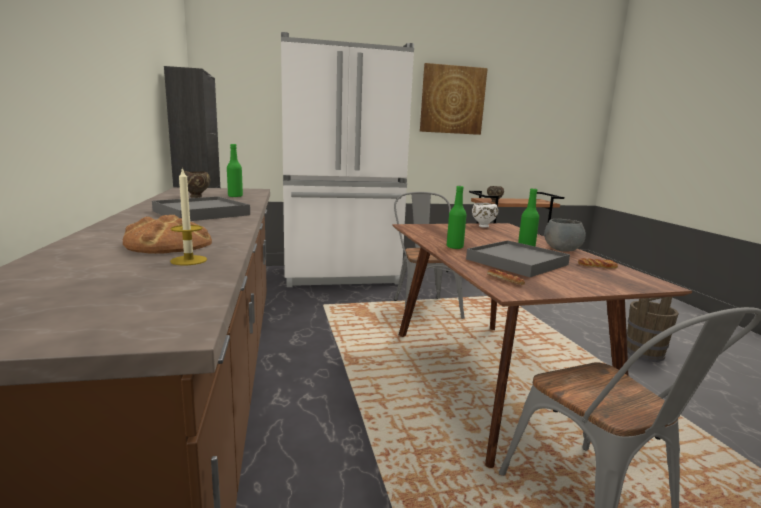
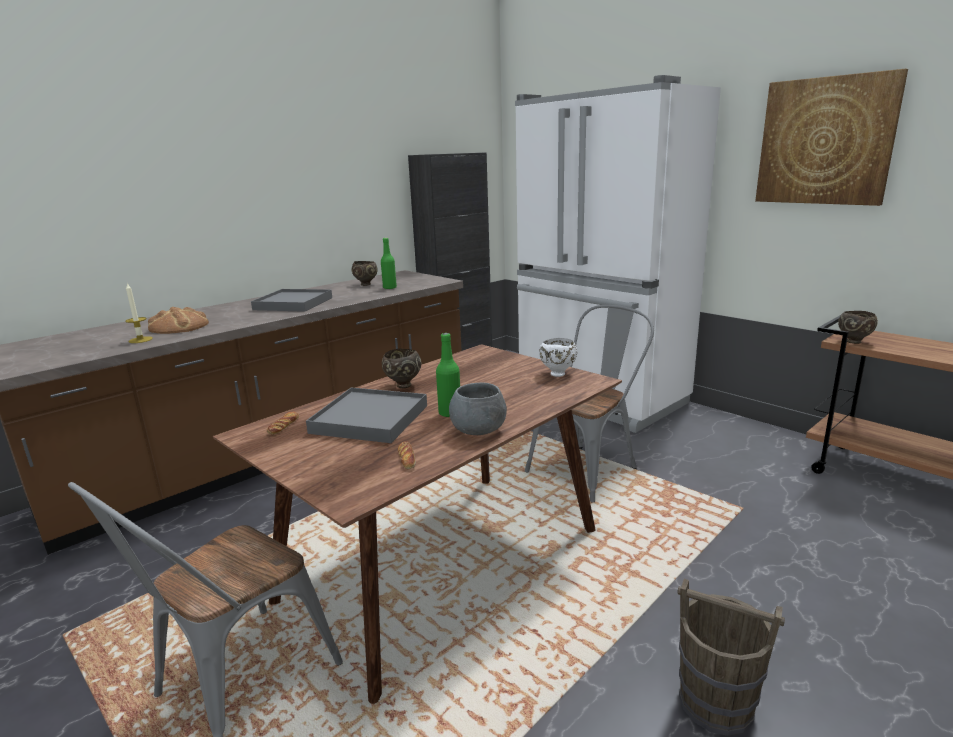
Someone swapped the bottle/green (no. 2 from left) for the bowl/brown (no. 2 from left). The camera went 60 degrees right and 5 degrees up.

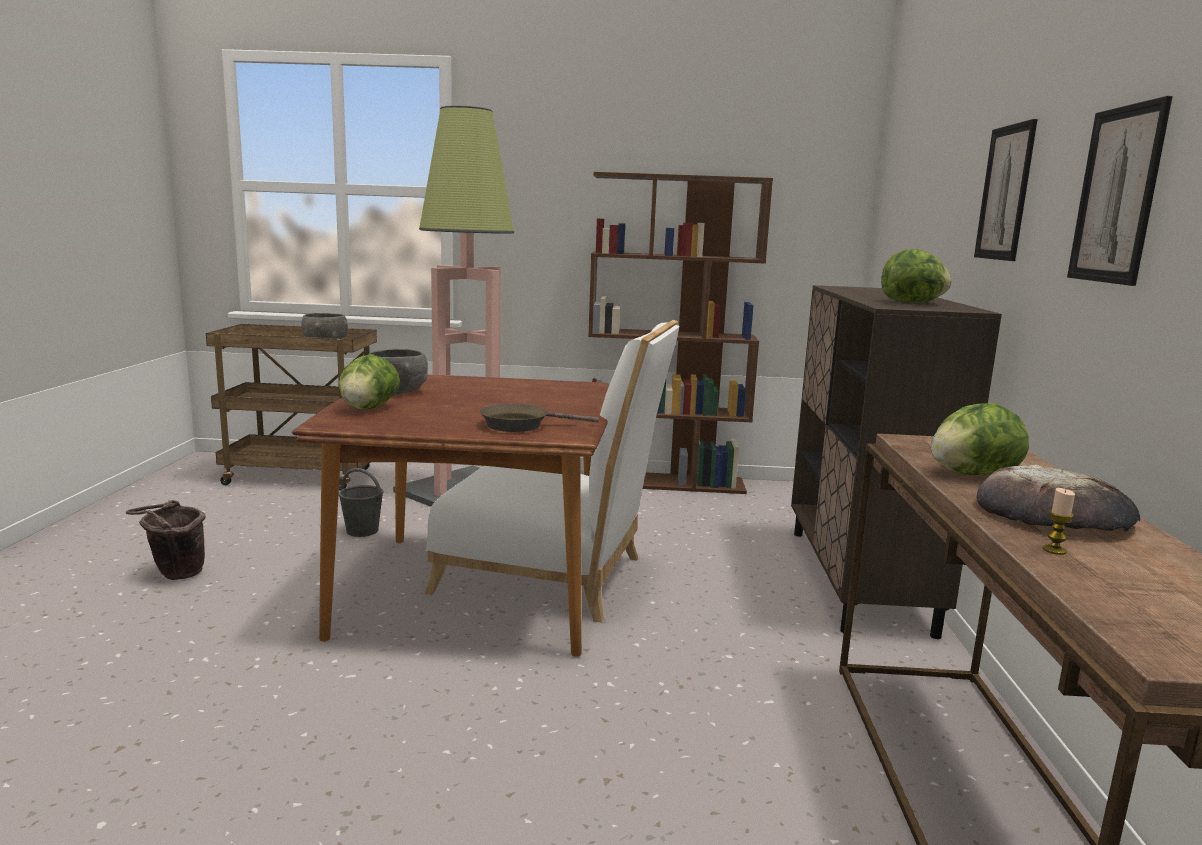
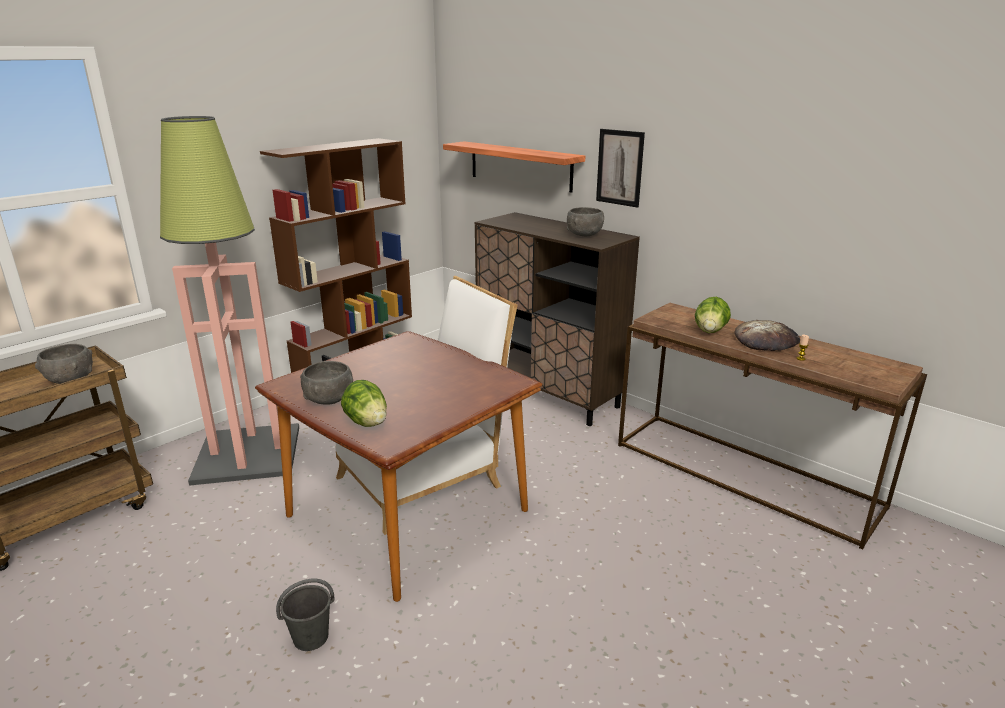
Someone carried the bucket/grey. Someone put up the shelf. Someone swapped the lettuce (no. 2 from left) for the bowl/grey (no. 3 from left). Someone took away the bucket/brown. Someone took away the frying pan/brown. Someone took away the picture (no. 2 from left). The camera went 50 degrees left and 10 degrees up.

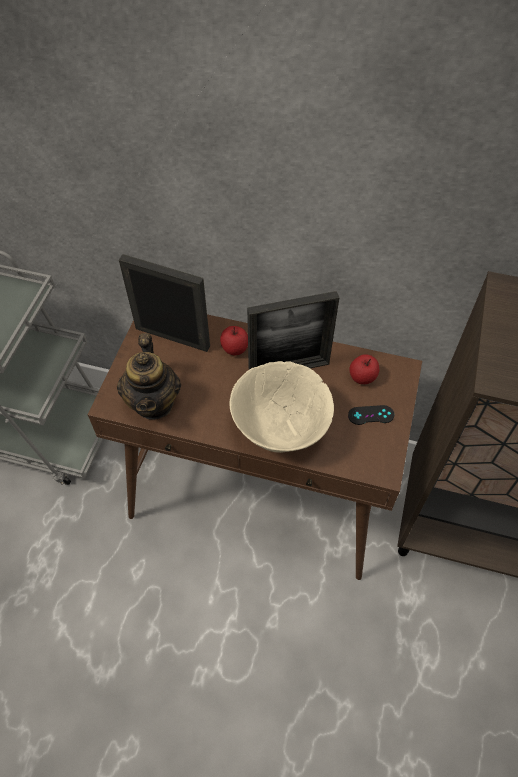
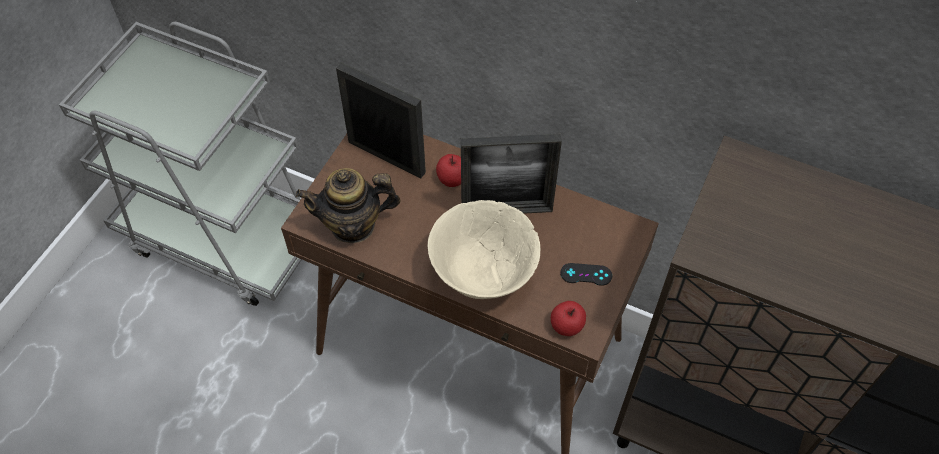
Someone rotated the teapot by 75 degrees clockwise. Someone carried the apple (no. 2 from left). The camera went 10 degrees right and 0 degrees up.

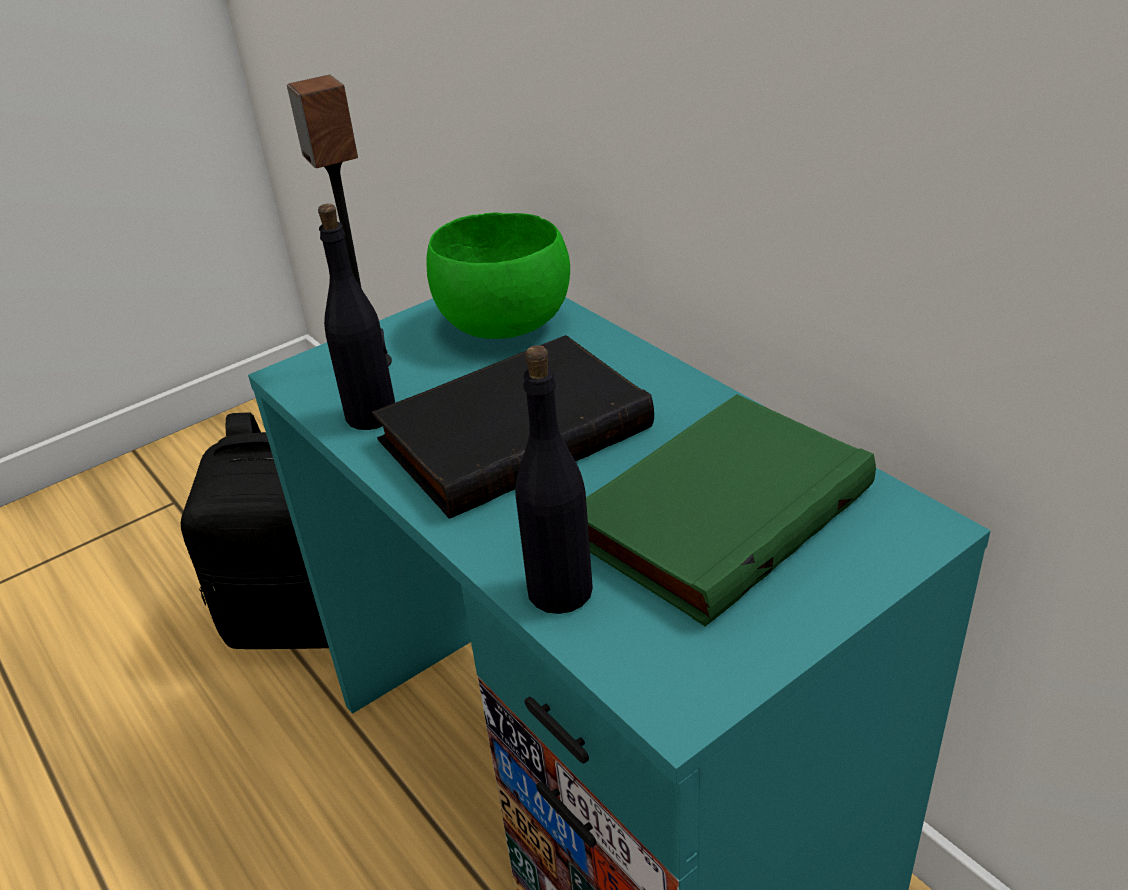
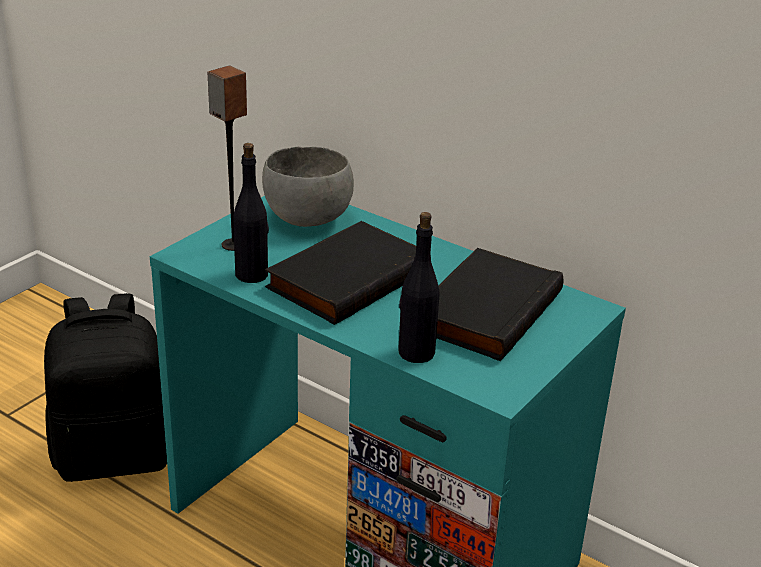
Someone repainted the bowl/green, which became the bowl/grey. Someone repainted the book/green, which became the book/black (no. 2 from left). The camera went 20 degrees left and 5 degrees down.

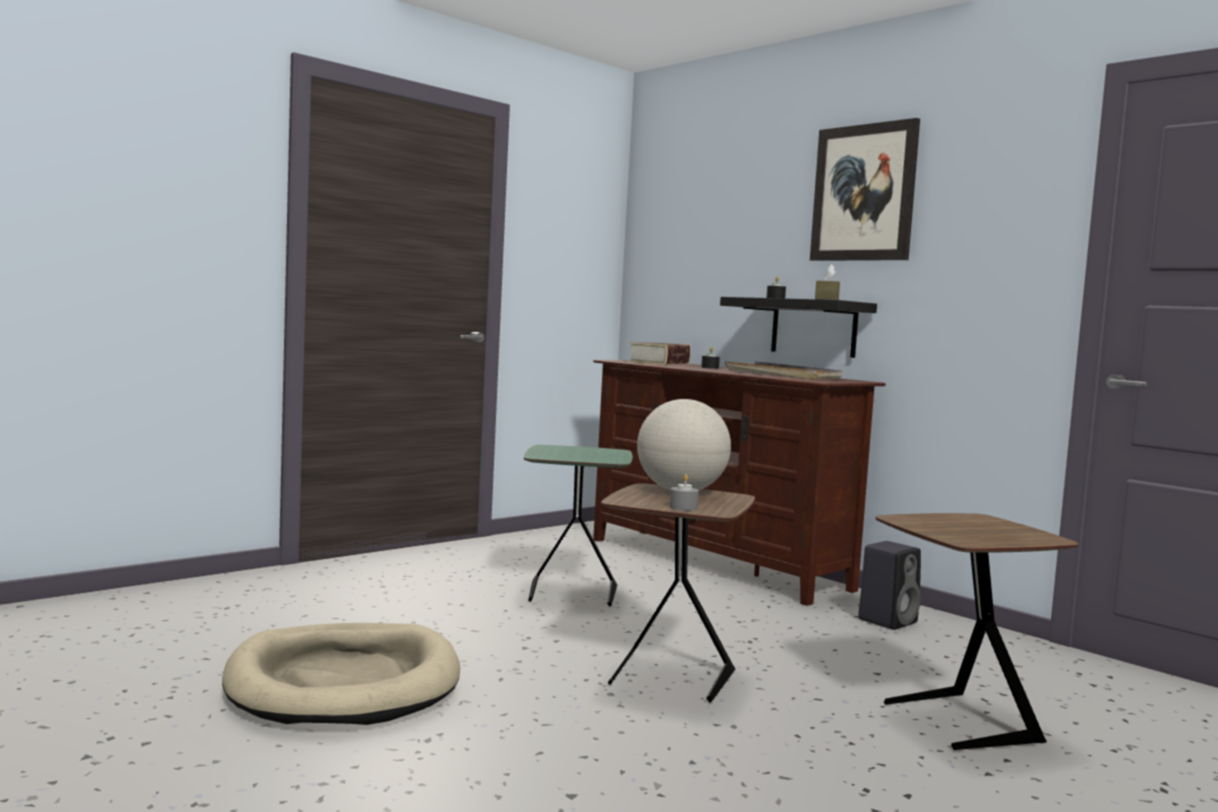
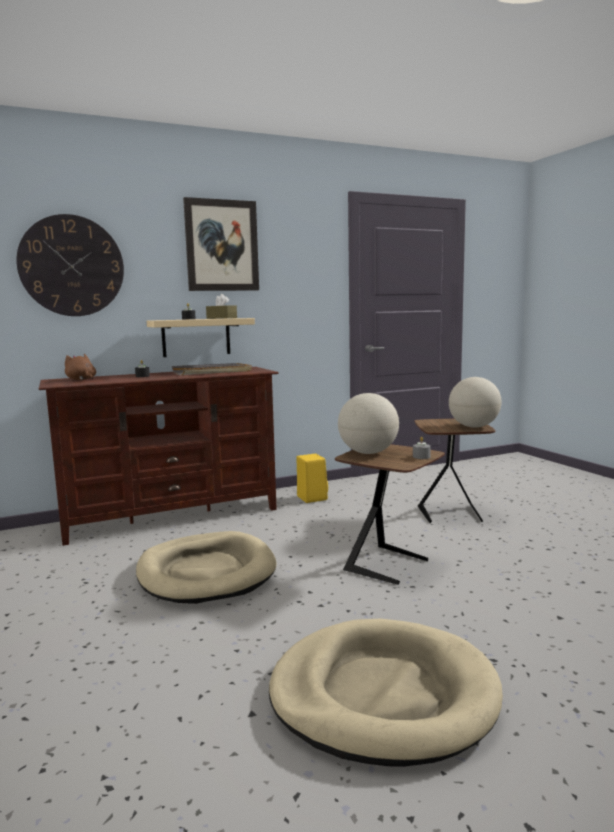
Someone put up the wall clock. Someone swapped the book for the plush toy/brown. Someone swapped the side table/green for the dog bed/beige (no. 1 from left). Someone repainted the shelf/black, which became the shelf/beige. Someone repainted the speaker/black, which became the speaker/yellow. Someone put down the globe (no. 2 from left). The camera went 70 degrees left and 5 degrees up.

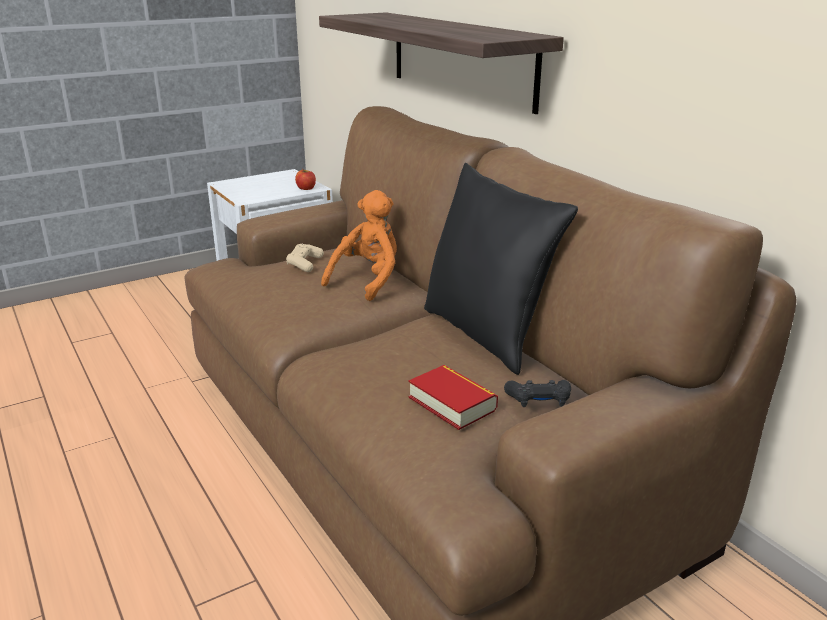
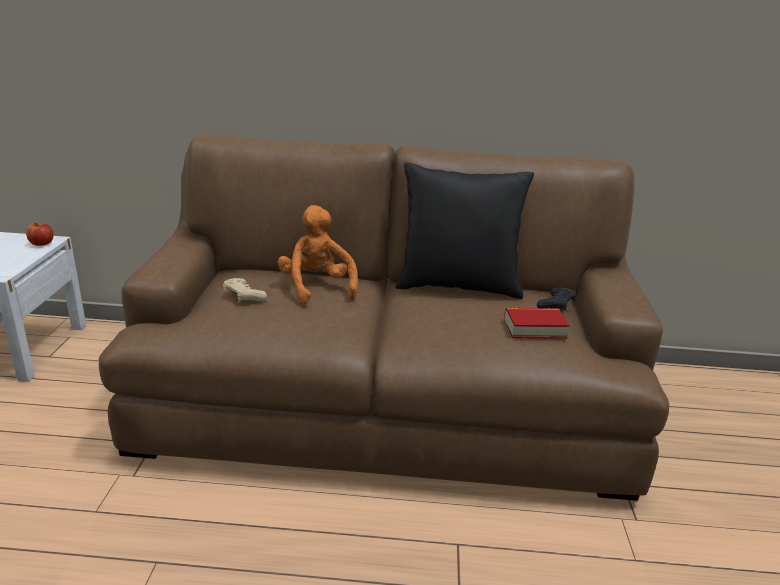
Someone took away the shelf. The camera went 55 degrees left and 0 degrees up.

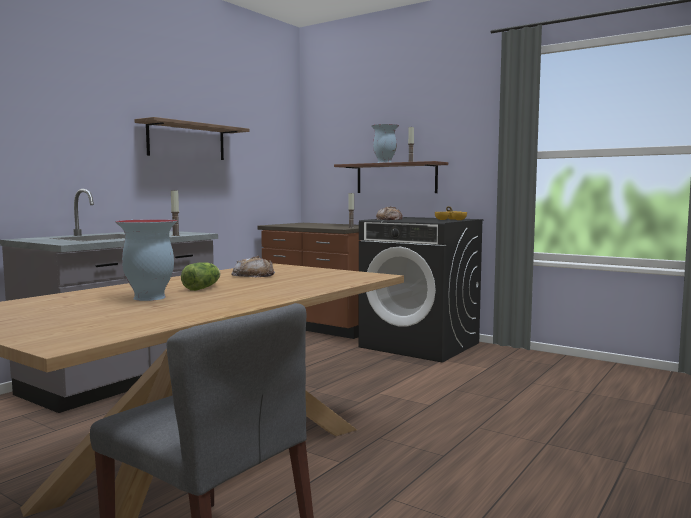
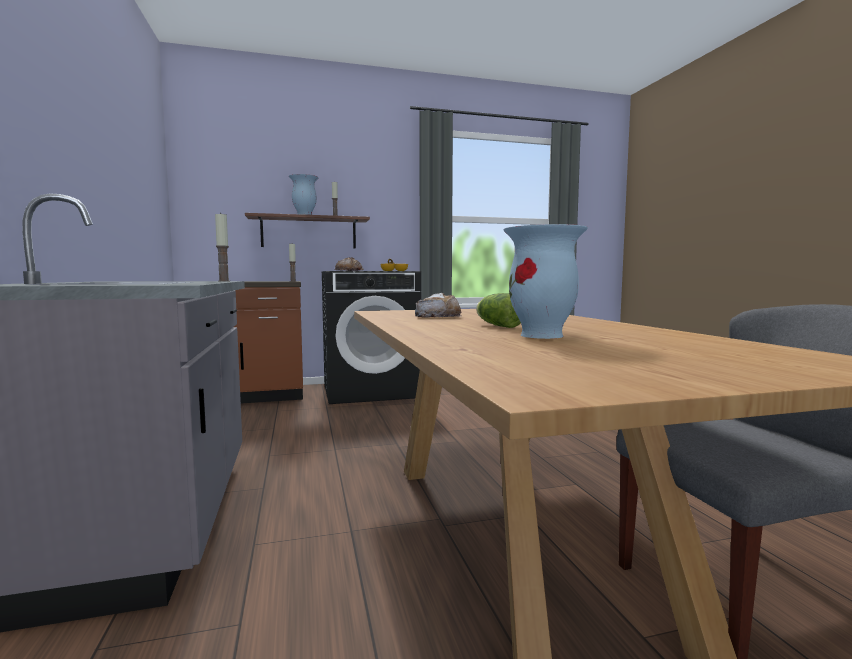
Someone took away the shelf (no. 1 from left). The camera went 50 degrees left and 0 degrees up.

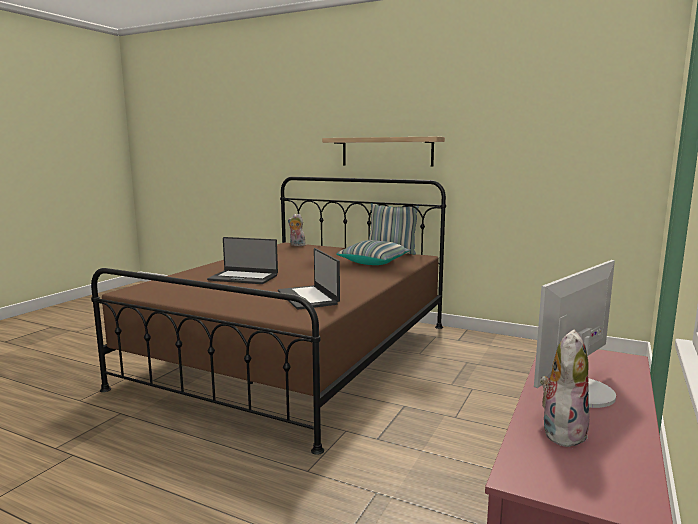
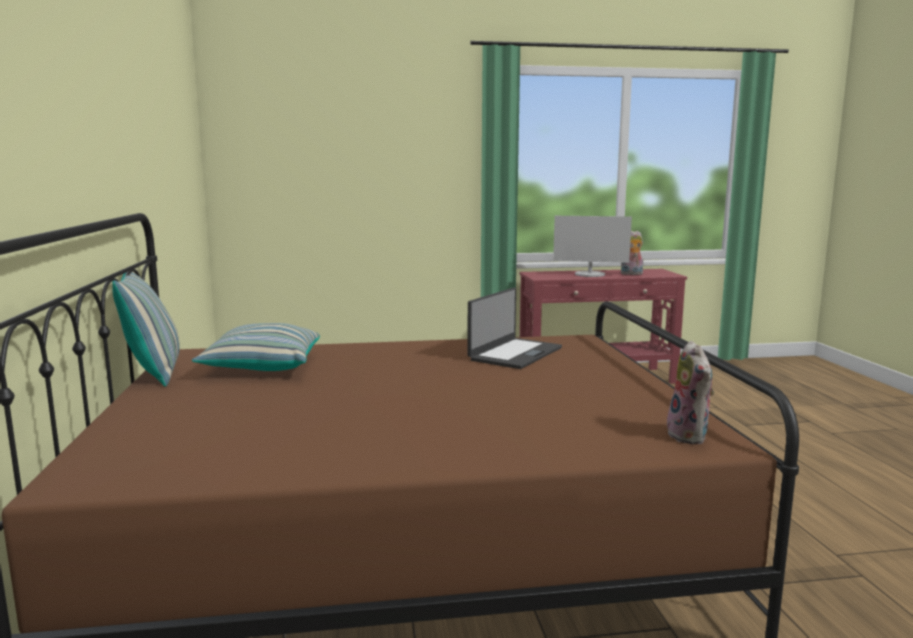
Someone carried the plush toy (no. 1 from left in the first image). Someone took away the laptop (no. 1 from left). Someone took away the shelf. The camera went 125 degrees left and 0 degrees up.

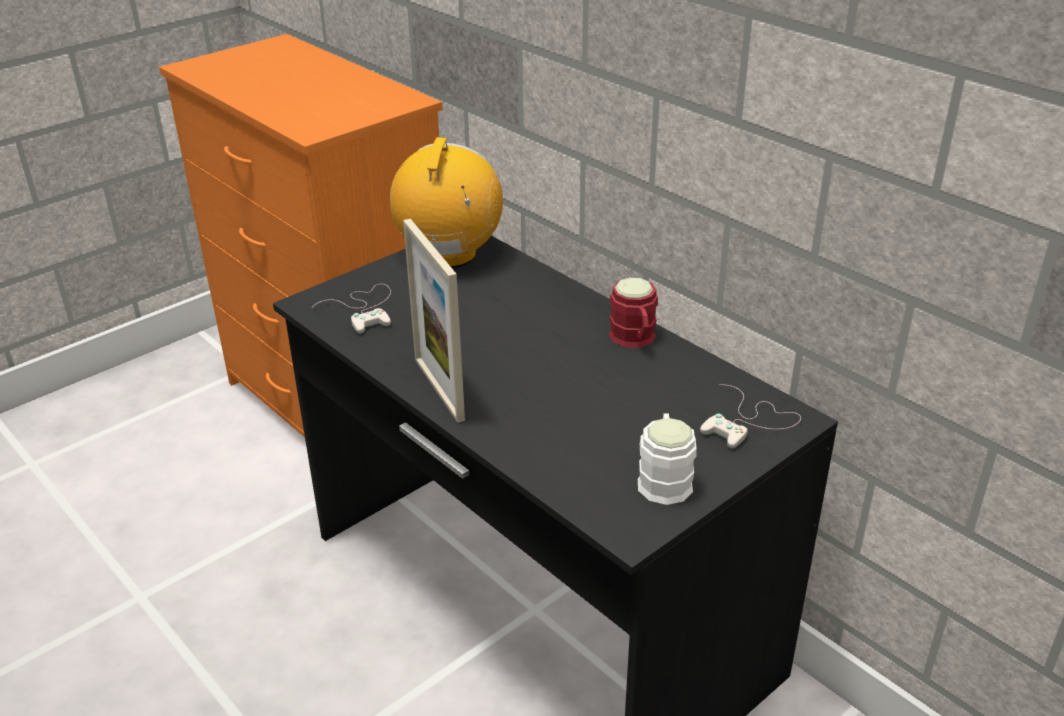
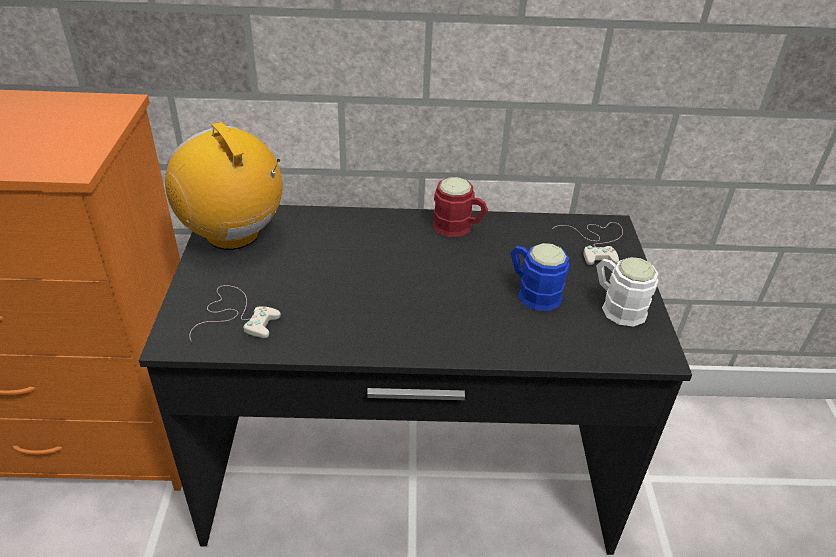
Someone put down the mug/blue. Someone took away the picture frame. The camera went 50 degrees left and 5 degrees up.

